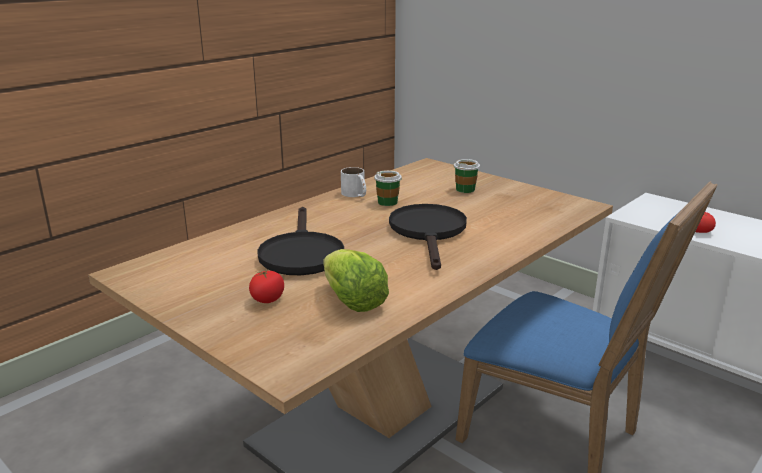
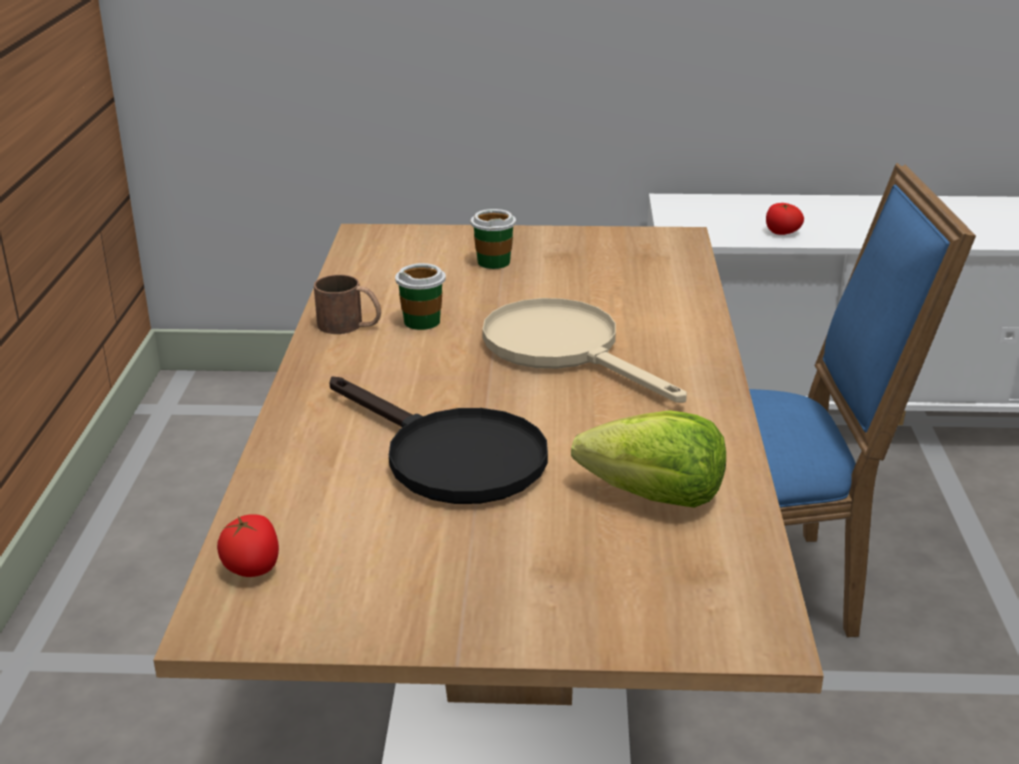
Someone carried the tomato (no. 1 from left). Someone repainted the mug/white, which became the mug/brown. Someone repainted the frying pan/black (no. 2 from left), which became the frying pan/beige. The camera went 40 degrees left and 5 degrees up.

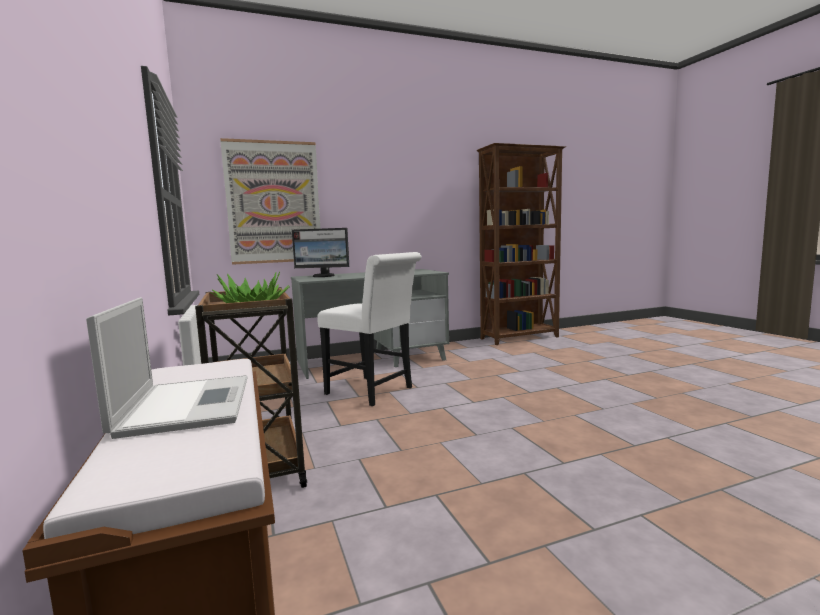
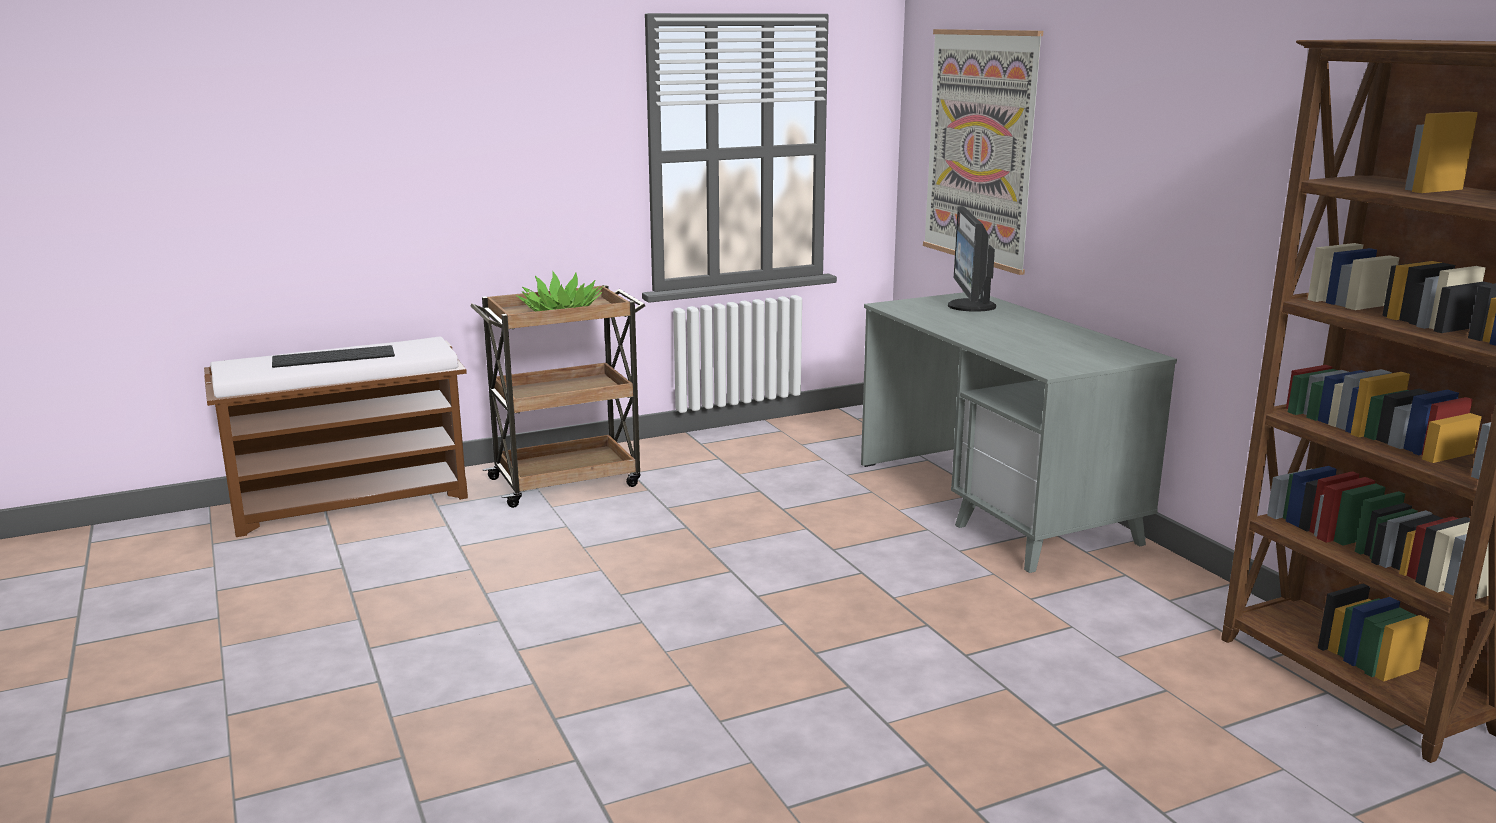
Someone swapped the laptop for the keyboard. Someone took away the chair/white. The camera went 85 degrees right and 10 degrees up.

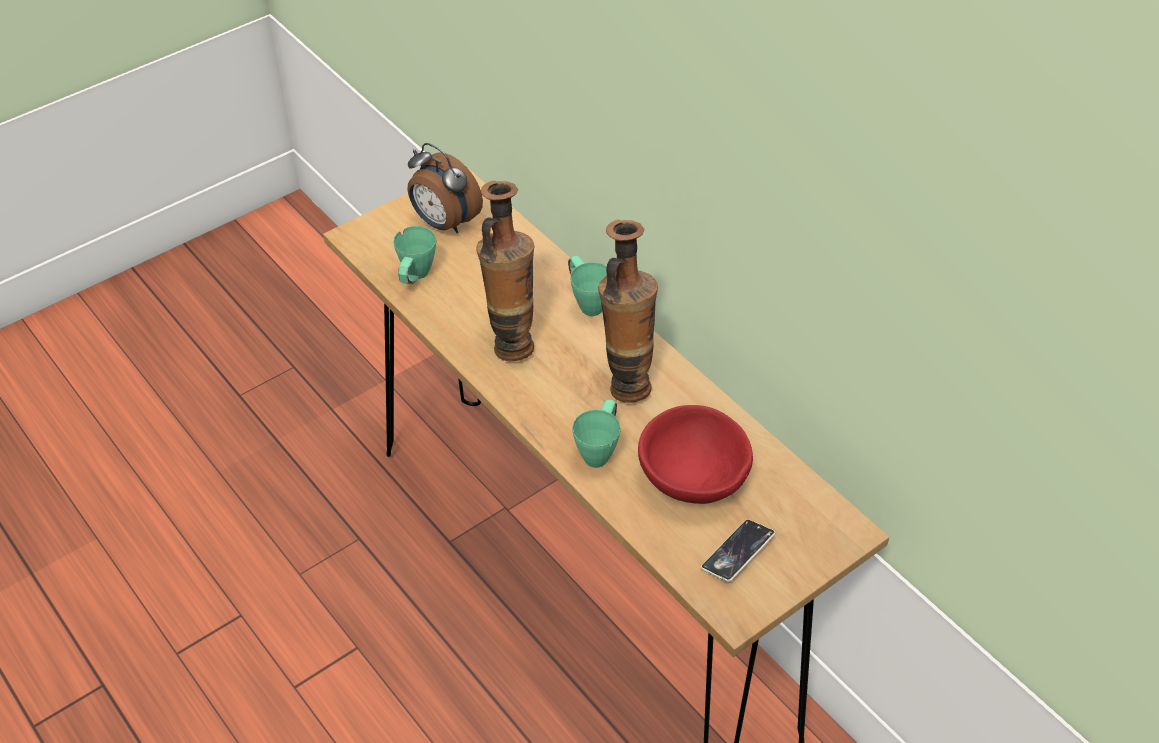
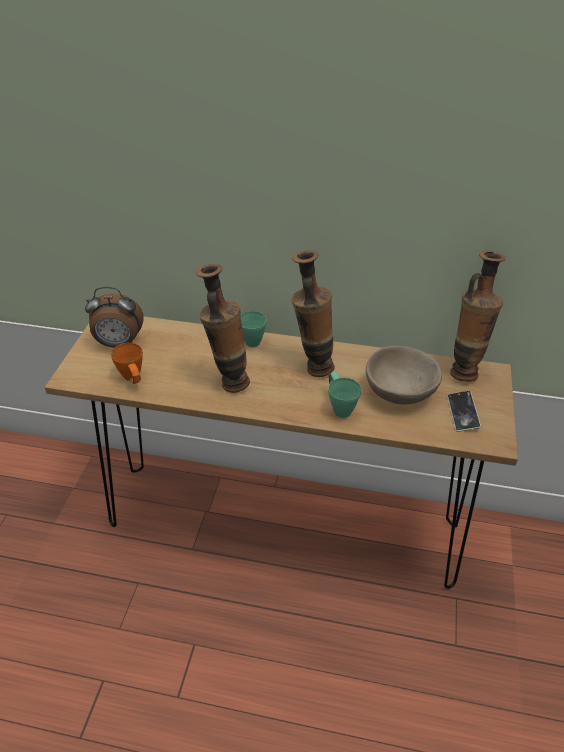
Someone repainted the mug/green (no. 1 from left), which became the mug/orange. Someone repainted the bowl/red, which became the bowl/beige. Someone put down the vase (no. 3 from left). The camera went 40 degrees left and 5 degrees down.

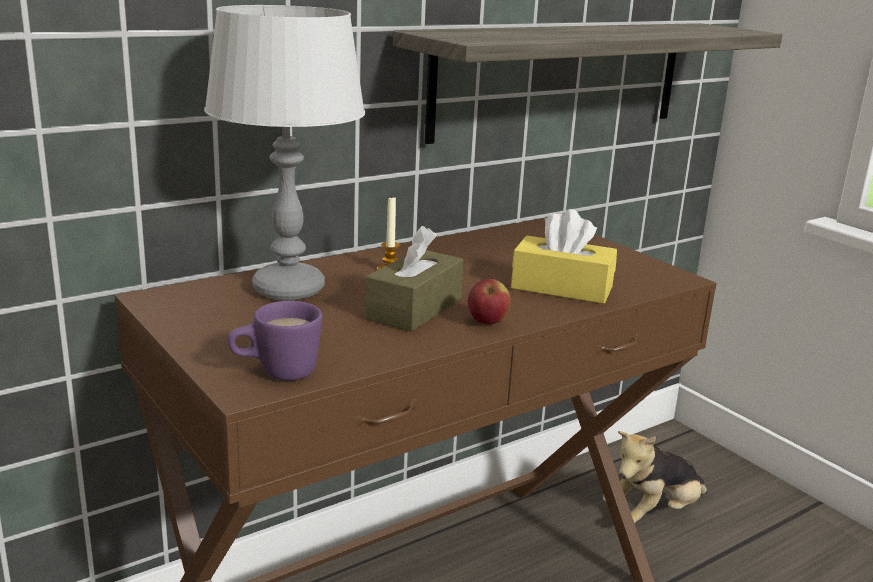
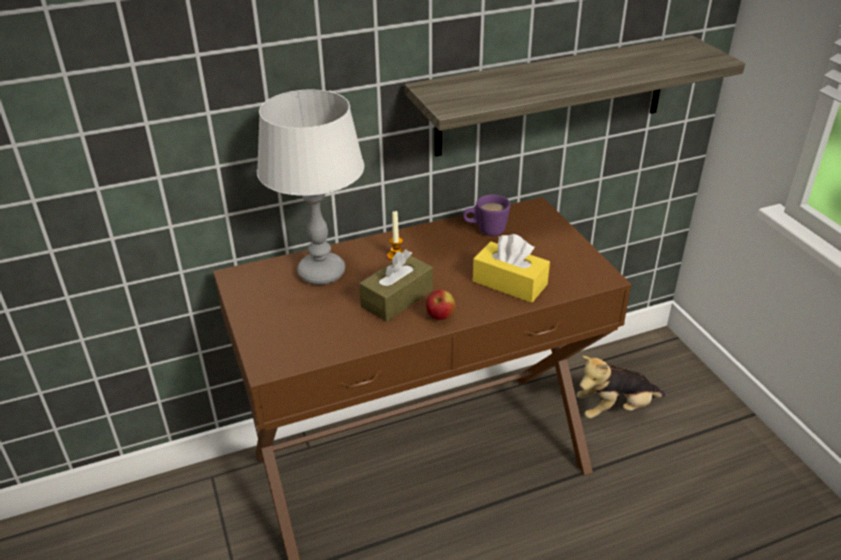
Someone carried the mug/purple. The camera went 15 degrees right and 15 degrees up.

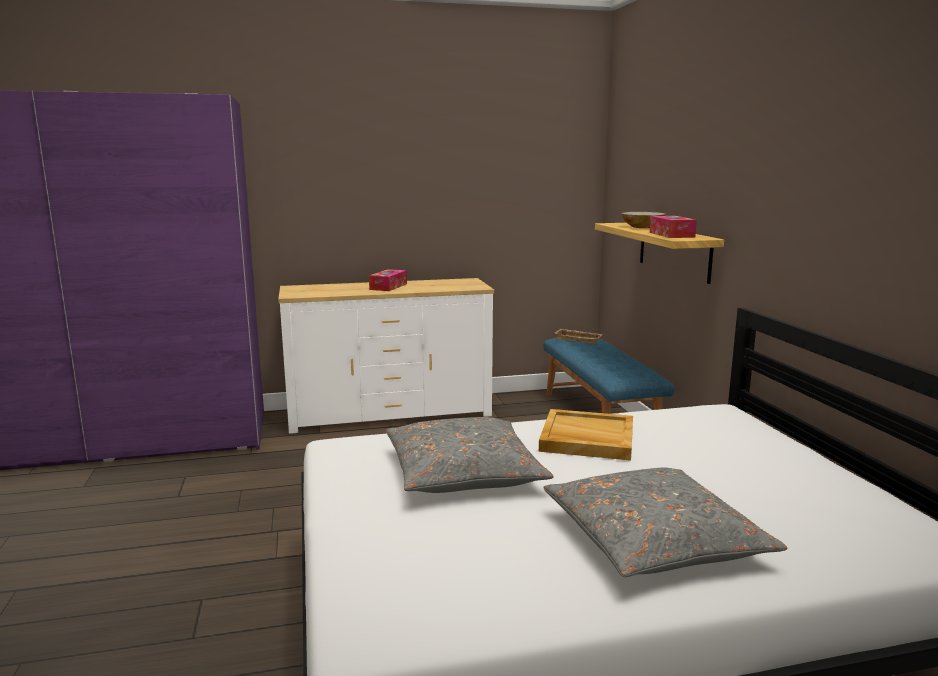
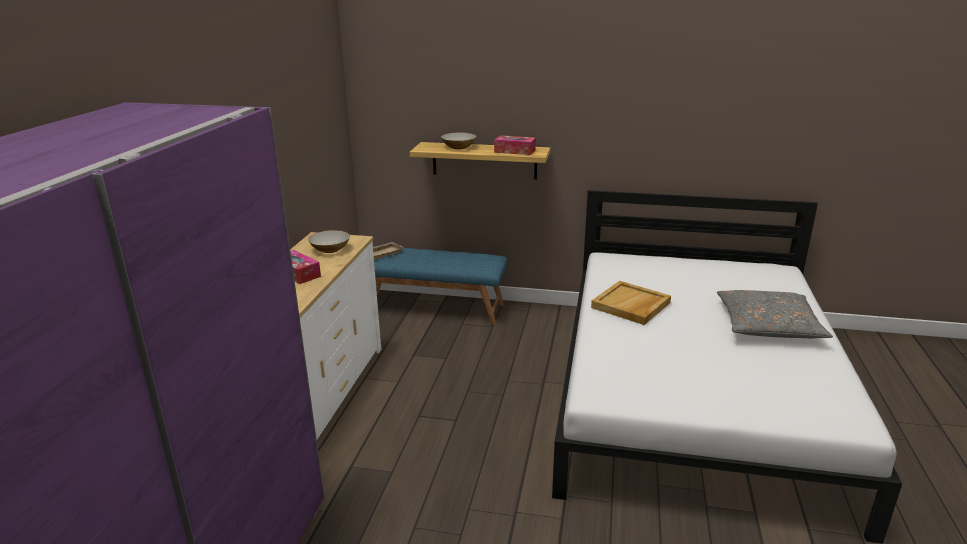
Someone put down the bowl (no. 1 from left). Someone took away the pillow/grey (no. 1 from left). The camera went 65 degrees left and 10 degrees up.

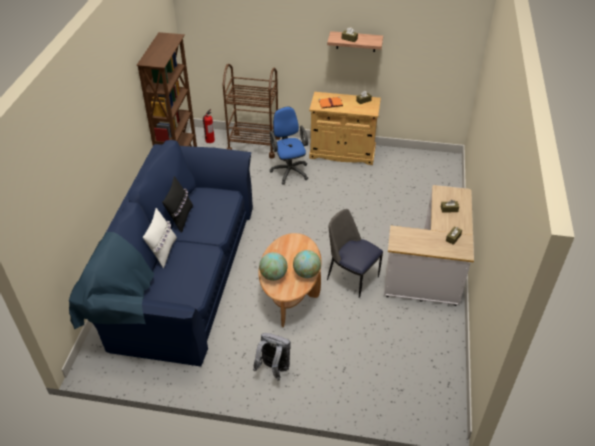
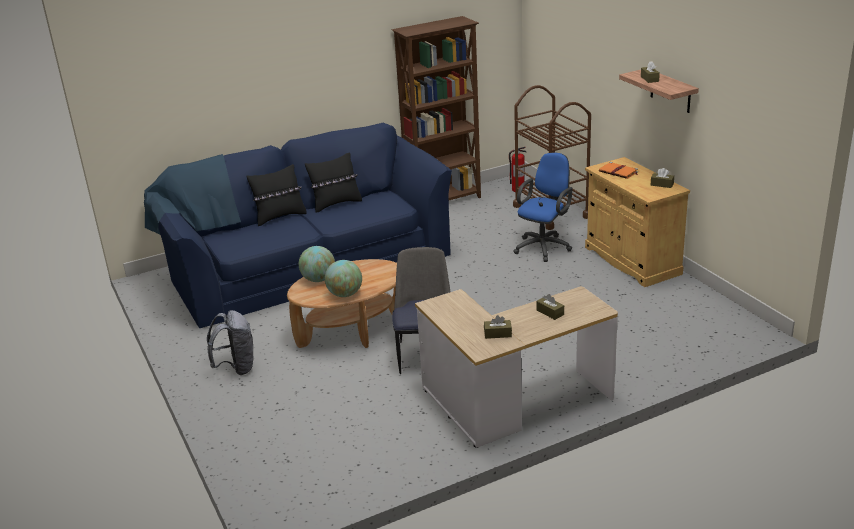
Someone repainted the pillow/white, which became the pillow/black (no. 1 from left). The camera went 55 degrees right and 15 degrees down.

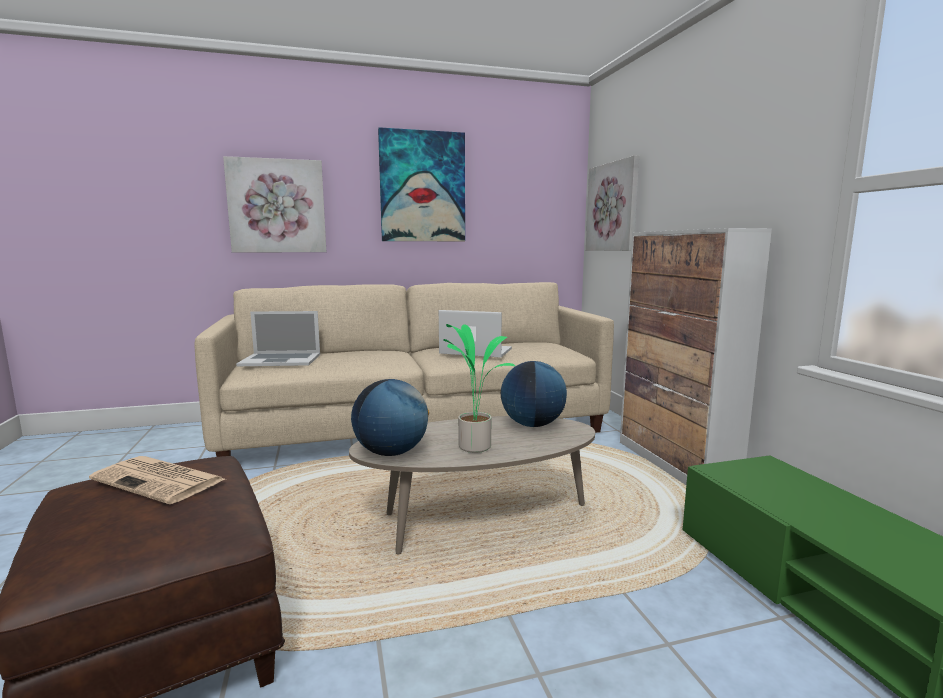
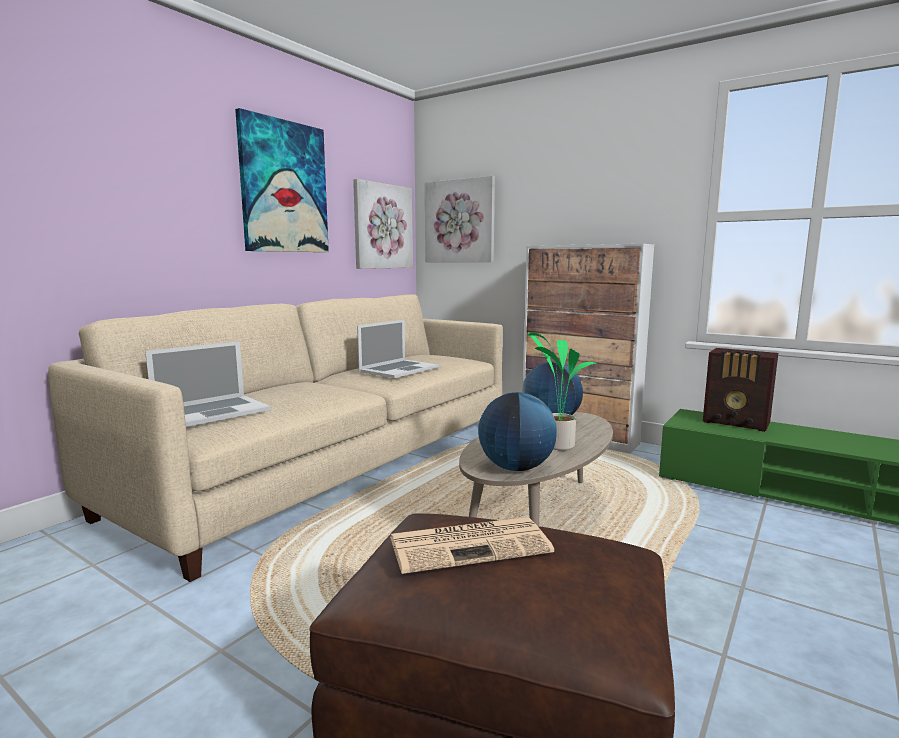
Someone carried the picture (no. 1 from left in the first image). Someone rotated the laptop (no. 2 from left) by 150 degrees clockwise. Someone put down the radio. The camera went 40 degrees left and 0 degrees up.

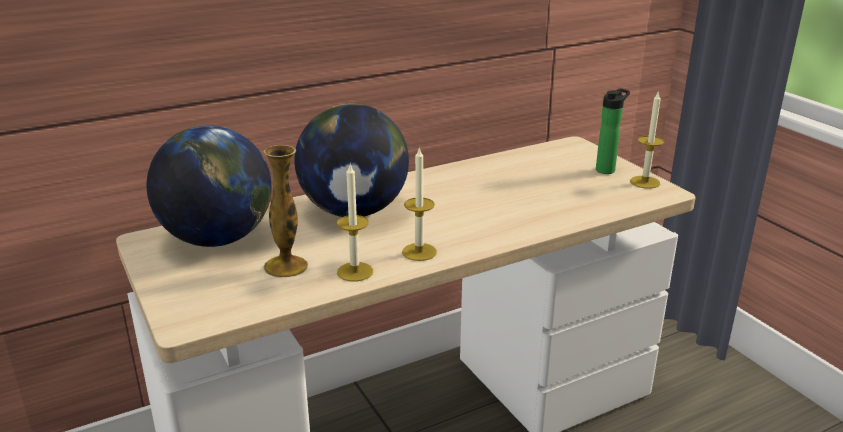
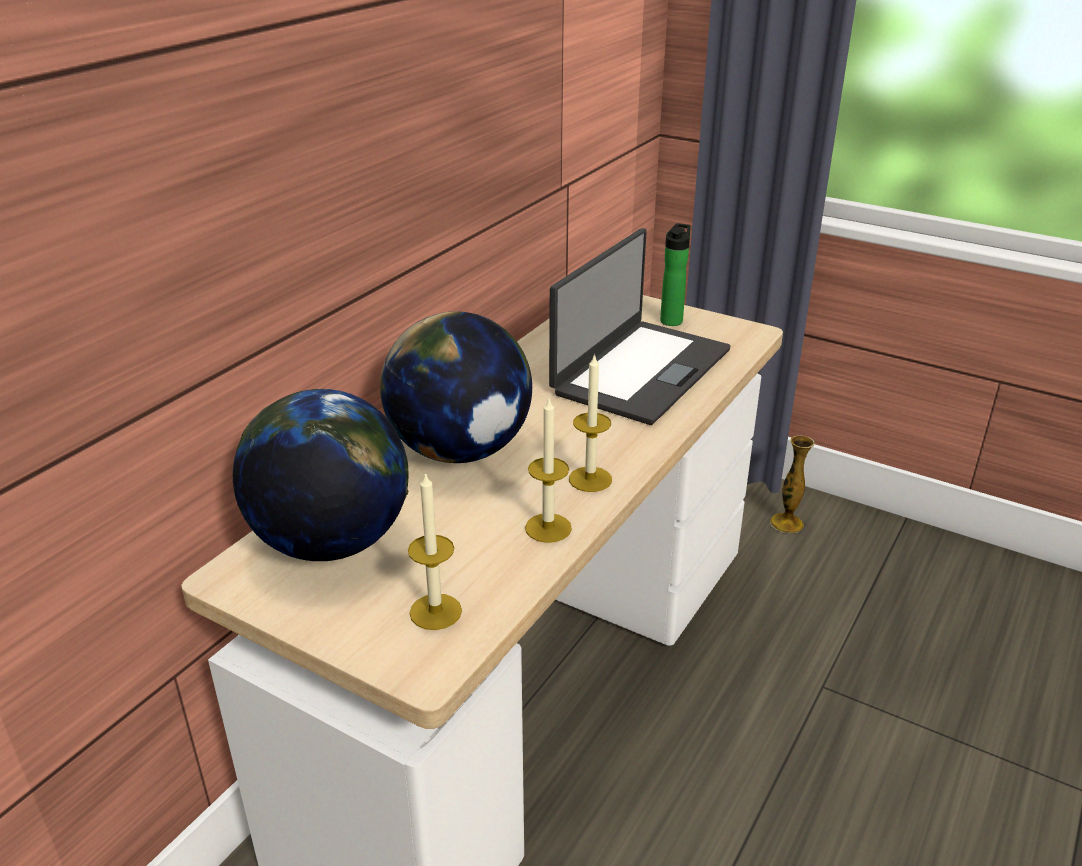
Someone carried the candle (no. 3 from left in the first image). Someone put down the laptop. Someone carried the vase. The camera went 30 degrees left and 5 degrees up.

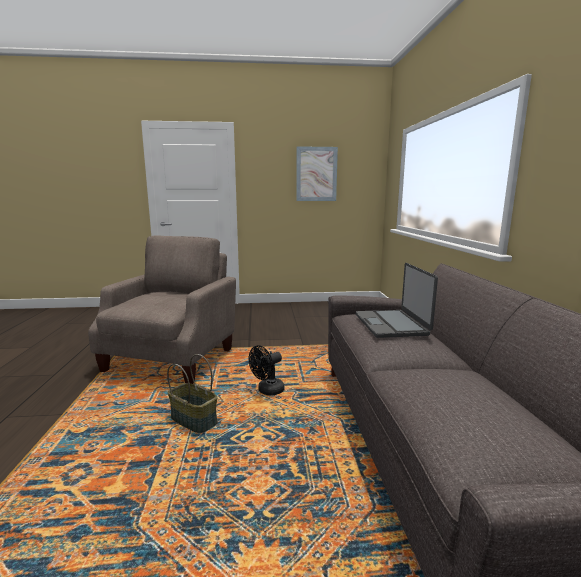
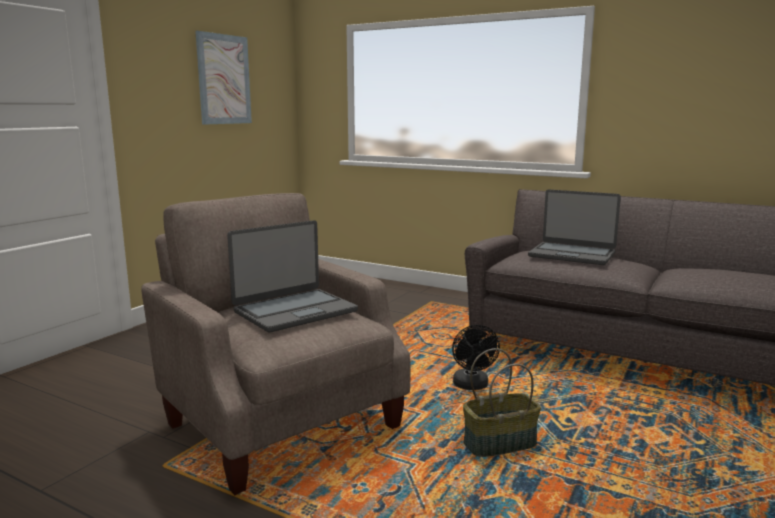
Someone put down the laptop (no. 1 from left). The camera went 55 degrees left and 0 degrees up.

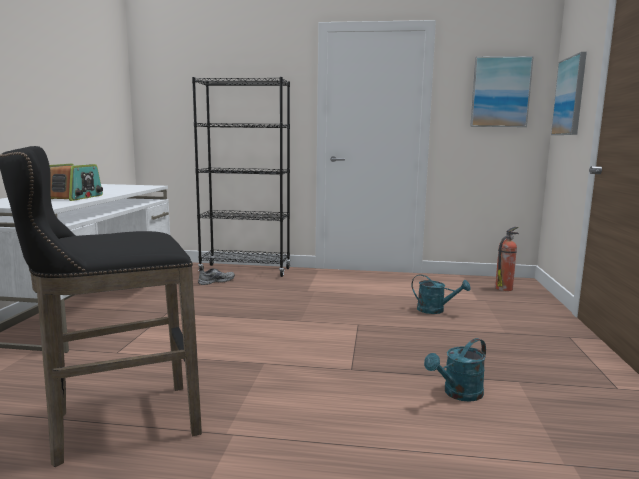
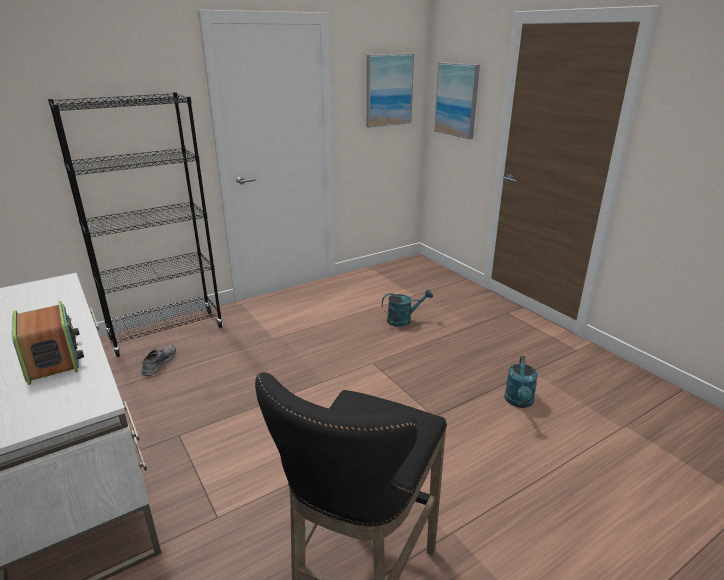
Someone took away the fire extinguisher. The camera went 40 degrees left and 15 degrees up.

